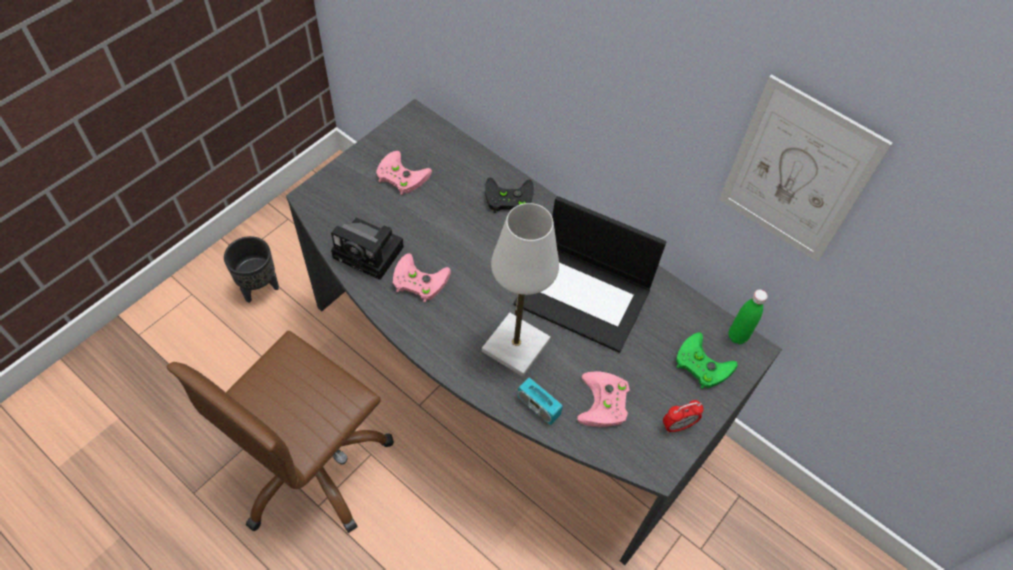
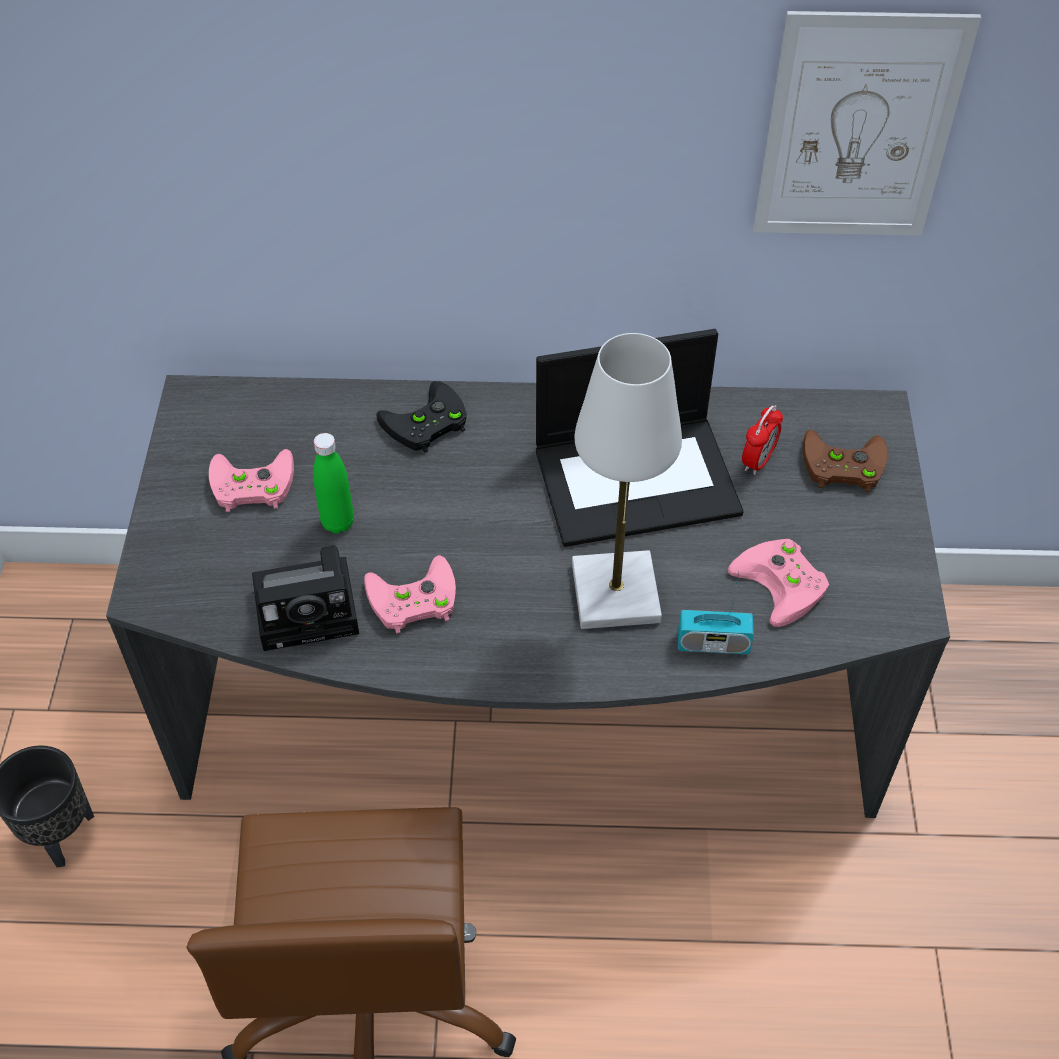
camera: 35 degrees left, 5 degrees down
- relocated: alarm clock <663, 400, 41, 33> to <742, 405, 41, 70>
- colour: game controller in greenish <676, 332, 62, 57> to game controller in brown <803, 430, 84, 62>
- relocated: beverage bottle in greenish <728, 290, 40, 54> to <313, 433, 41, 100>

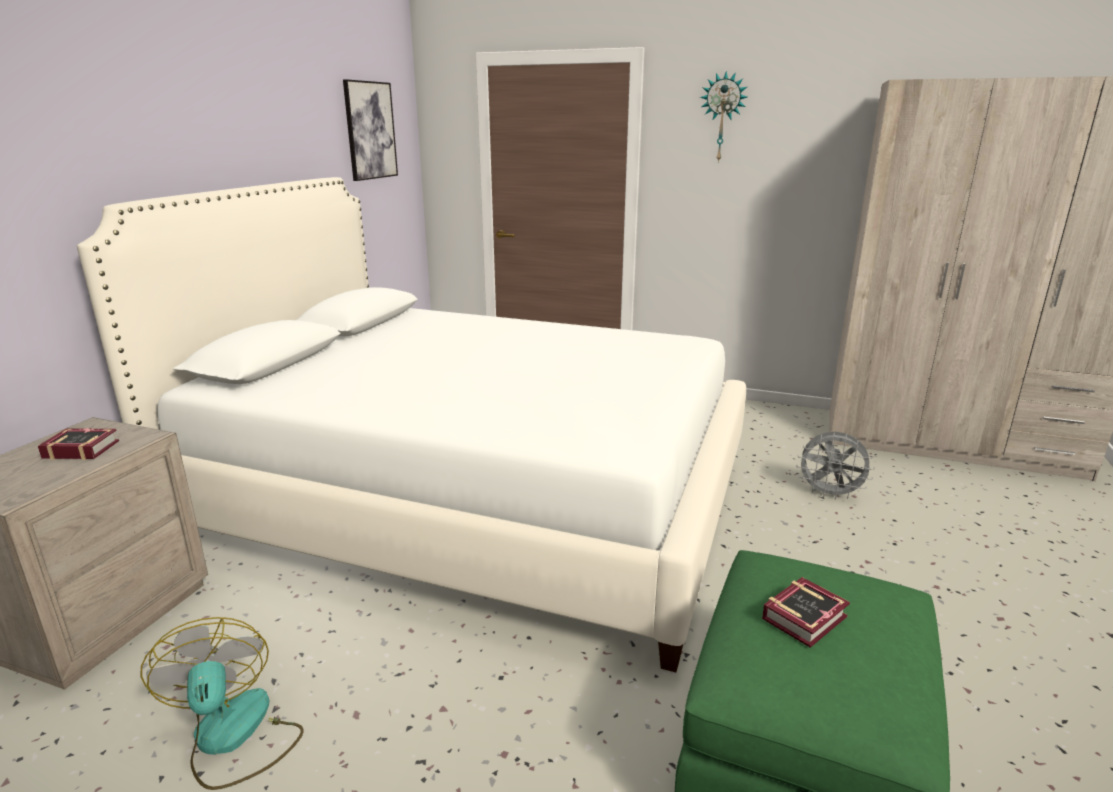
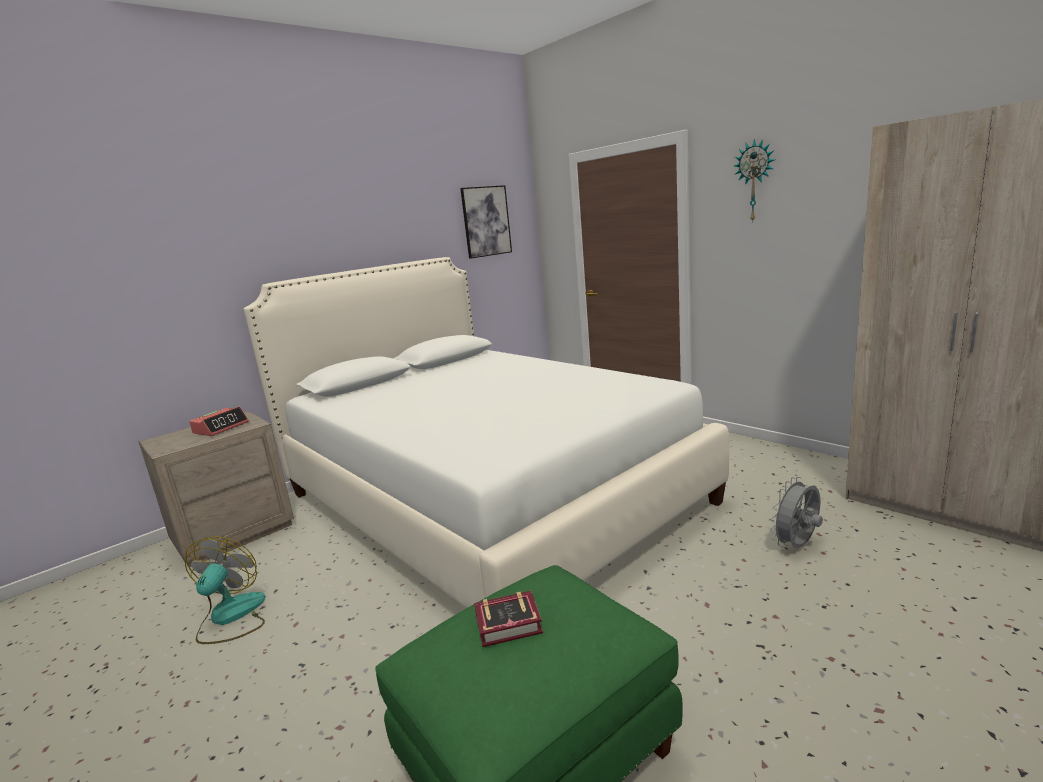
camera: 30 degrees right, 5 degrees down
- exchanged: volume <38, 428, 81, 32> to alarm clock <189, 407, 60, 29>
- spun: cooling fan in grey <796, 432, 79, 68> = <770, 477, 53, 71> 90 degrees clockwise

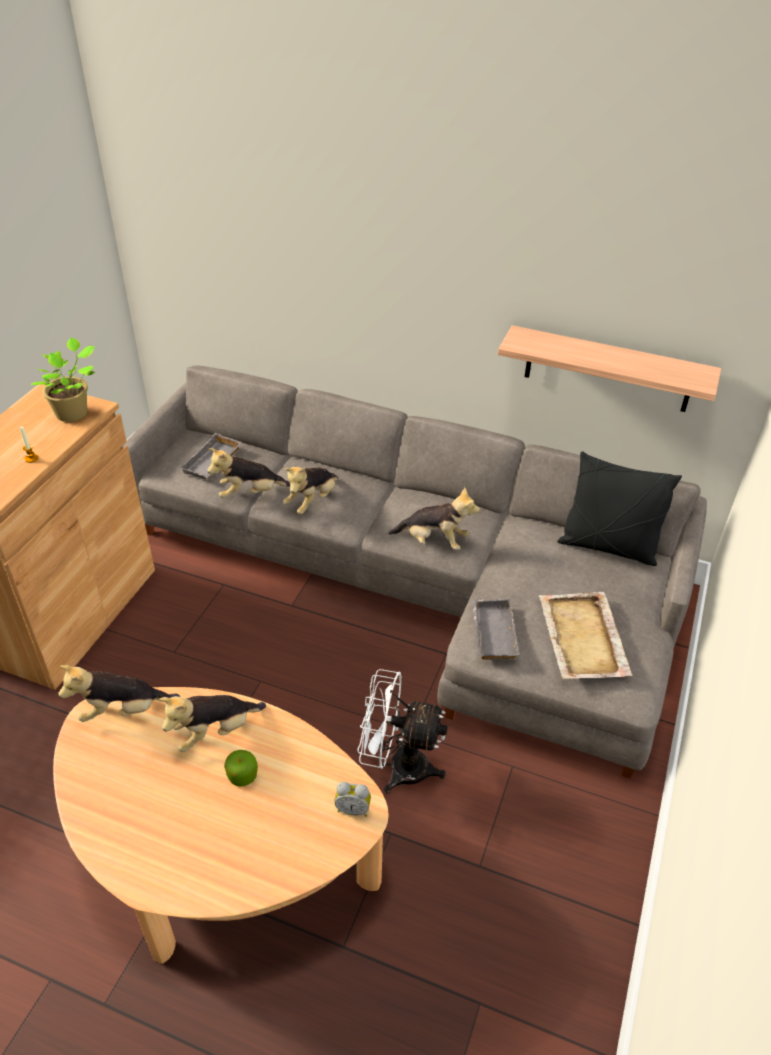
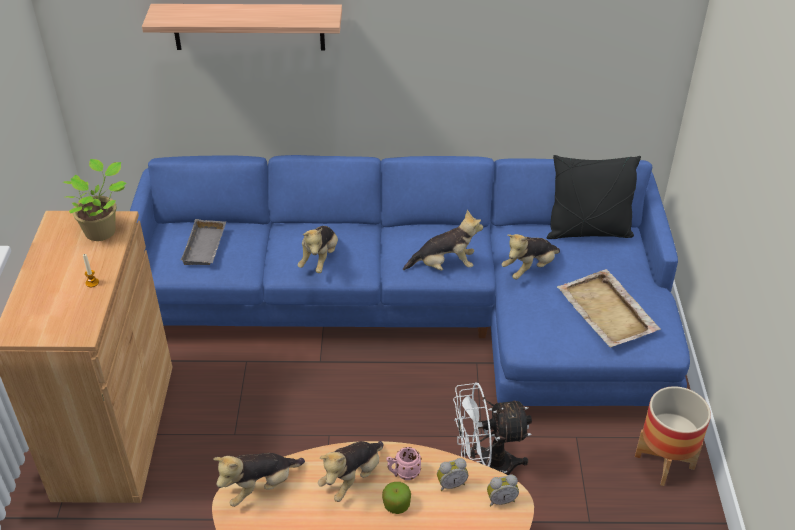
camera: 20 degrees left, 0 degrees up
- colour: couch in grey <122, 365, 585, 413> to couch in blue <130, 155, 560, 251>
- relocated: cuddly toy <207, 448, 83, 50> to <502, 234, 58, 45>
- missing: carrying tray in grey <472, 599, 48, 61>
- relocated: bracket shelf <498, 325, 223, 87> to <142, 4, 200, 47>
- appeared: mug in pink <386, 447, 36, 33>
- appeared: alarm clock <437, 458, 31, 33>
- appeared: plant pot <635, 386, 76, 100>

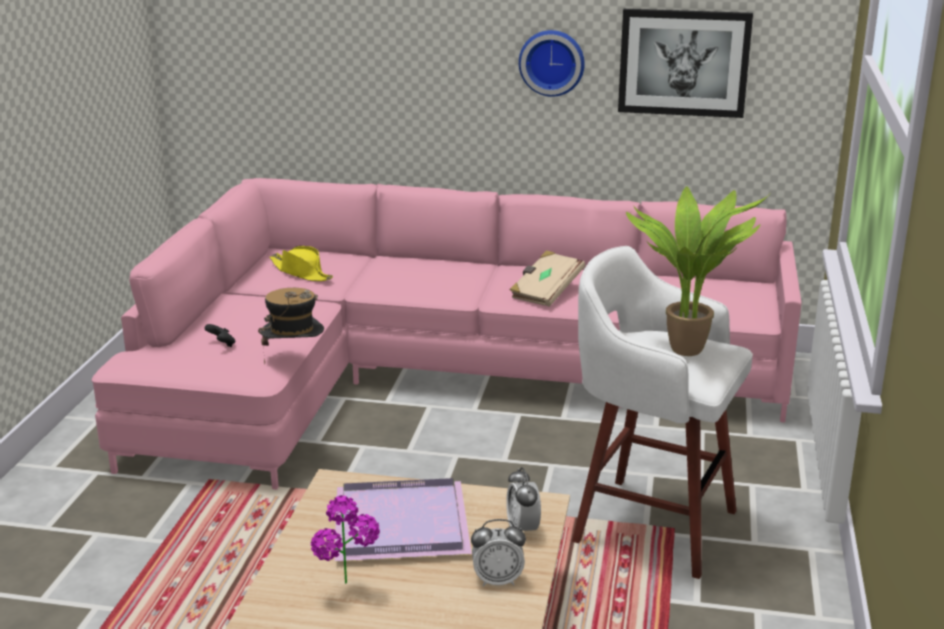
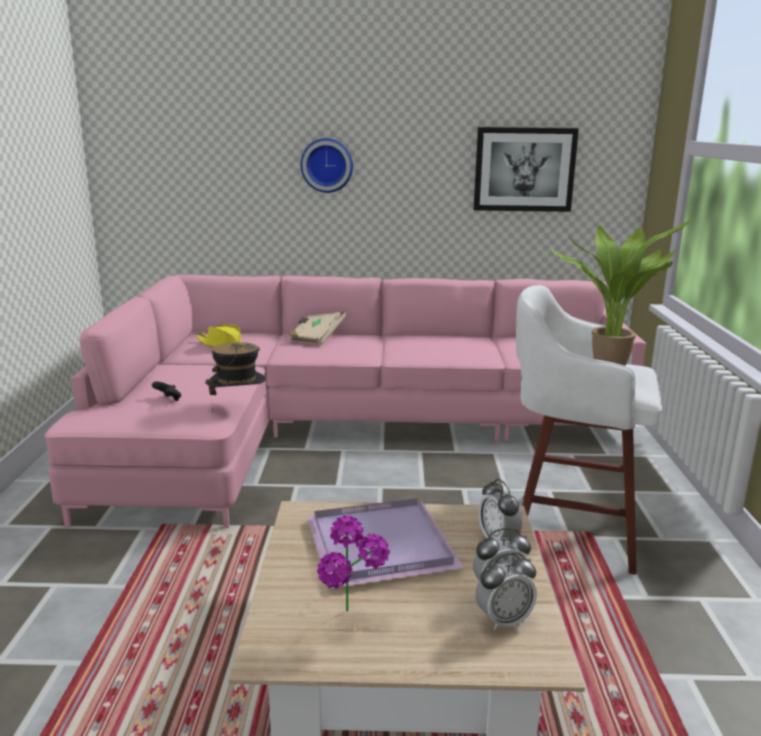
camera: 10 degrees left, 5 degrees down
- relocated: volume in sand-coloured <510, 250, 75, 57> to <289, 312, 58, 33>
- relocated: wall clock <519, 30, 66, 67> to <300, 138, 53, 55>
- appeared: alarm clock <475, 552, 62, 79>

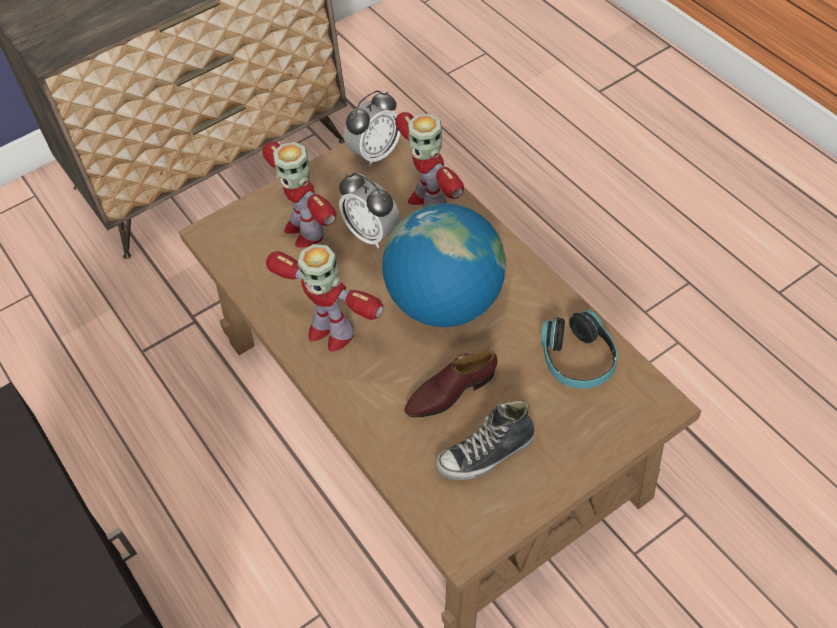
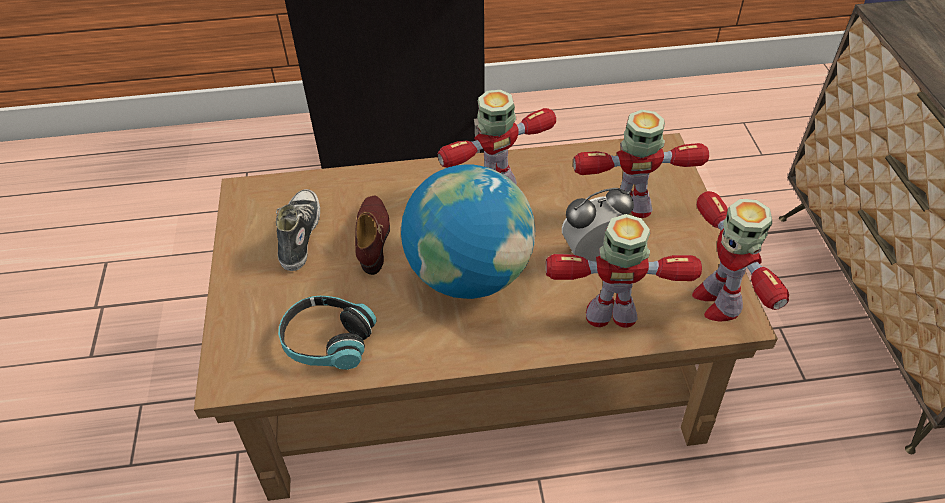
camera: 115 degrees right, 5 degrees down
- exchanged: alarm clock <344, 90, 57, 77> to toy robot <692, 191, 97, 131>

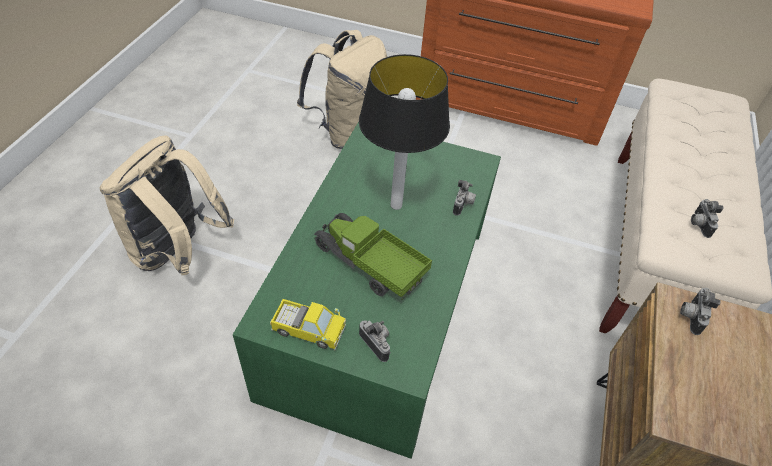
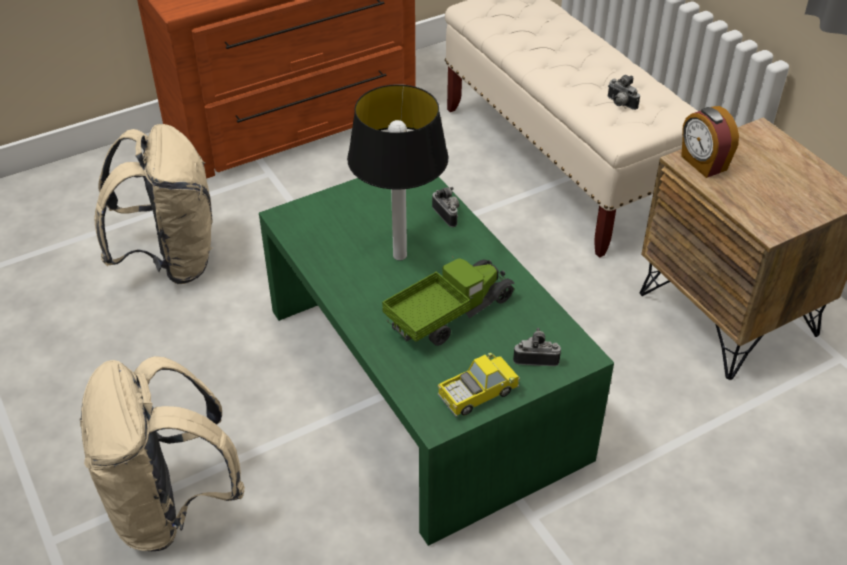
camera: 45 degrees left, 5 degrees down
- spun: toy truck <314, 213, 118, 85> = <382, 256, 133, 90> 150 degrees clockwise
- exchanged: photo camera <680, 288, 41, 47> to alarm clock <681, 106, 58, 72>

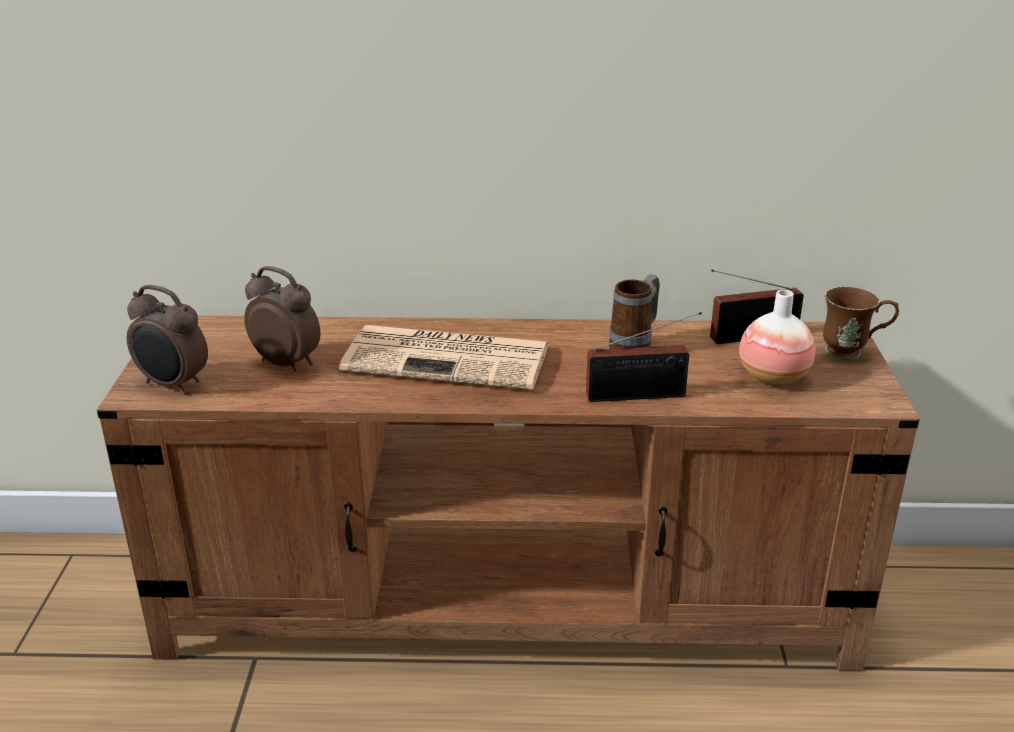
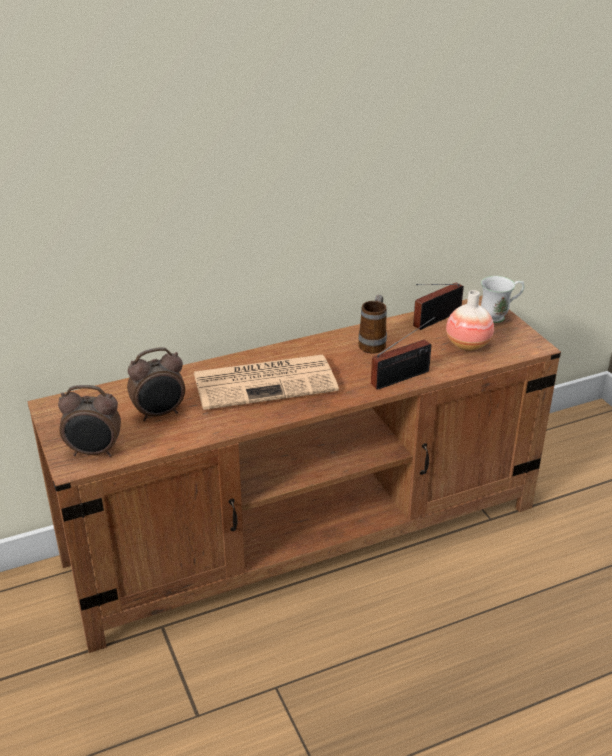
camera: 25 degrees left, 5 degrees up
- spun: alarm clock <244, 266, 76, 106> = <127, 347, 58, 74> 150 degrees clockwise
- colour: mug in brown <823, 286, 76, 74> to mug in whitish <481, 276, 43, 47>

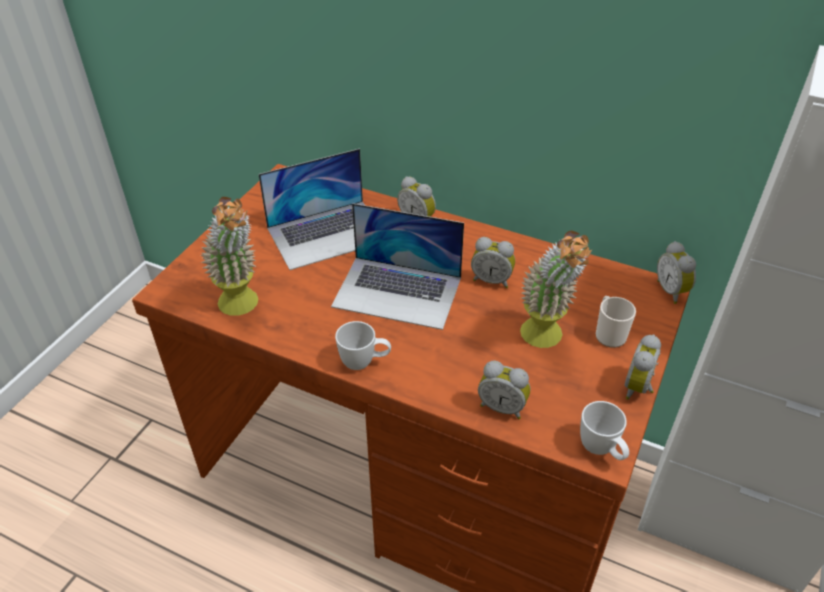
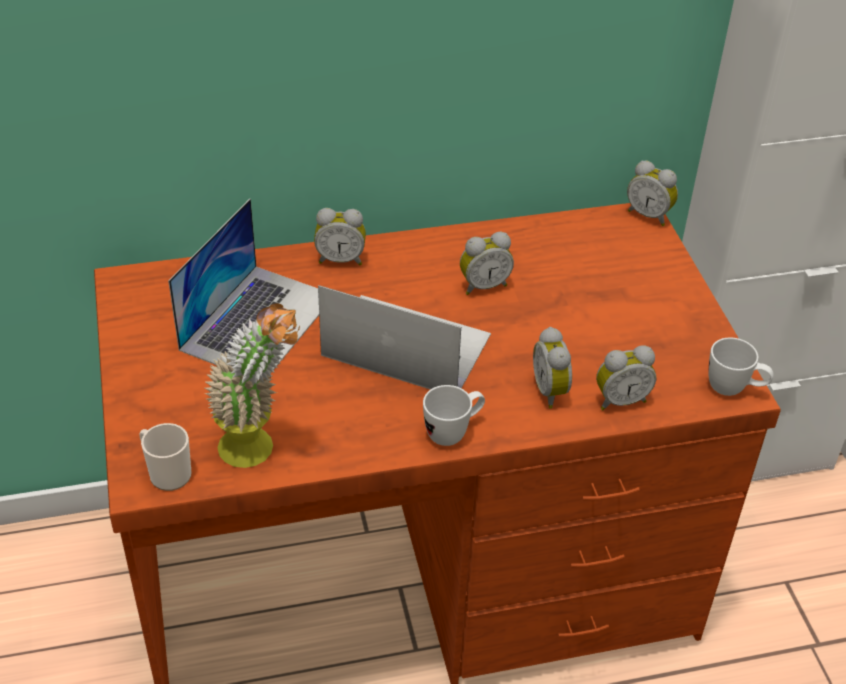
camera: 40 degrees left, 0 degrees up
- spun: notebook computer <331, 203, 133, 127> = <318, 285, 173, 105> 135 degrees counterclockwise
- missing: houseplant <520, 231, 72, 117>
- relocated: mug <596, 296, 40, 52> to <139, 423, 52, 68>
- relocated: alarm clock <625, 334, 36, 66> to <533, 327, 39, 82>

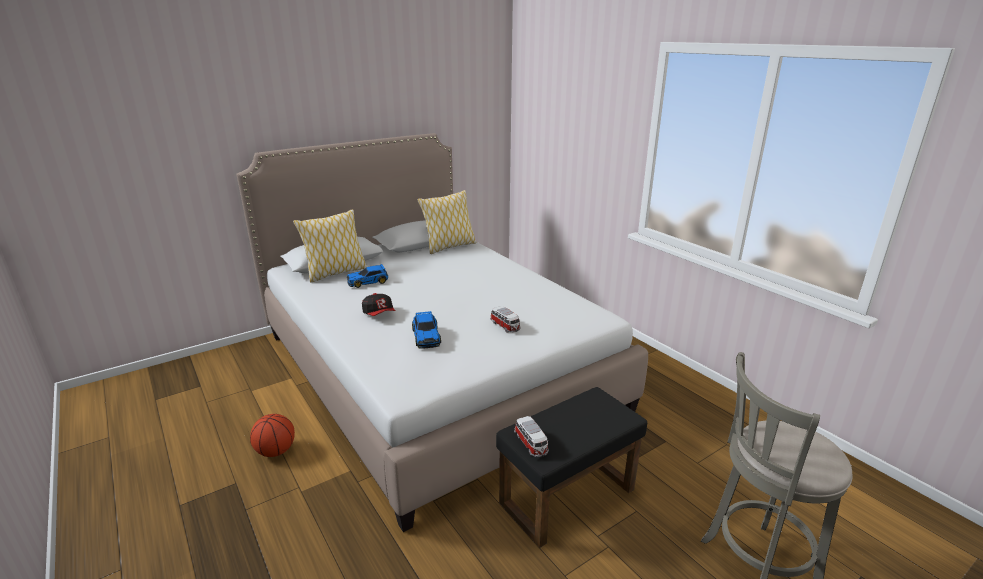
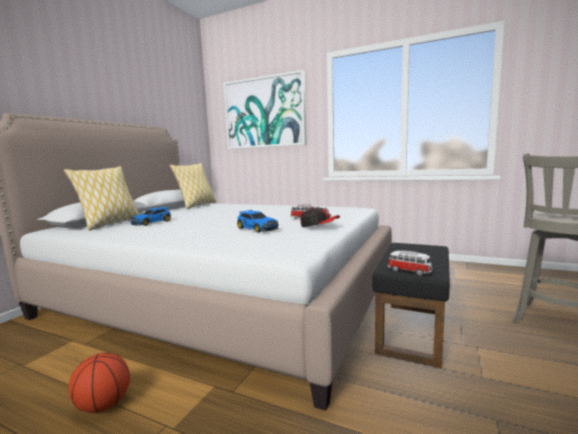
camera: 30 degrees left, 15 degrees down
- relocated: cap <362, 293, 33, 23> to <300, 207, 40, 20>
- appeared: picture <223, 70, 84, 79>

